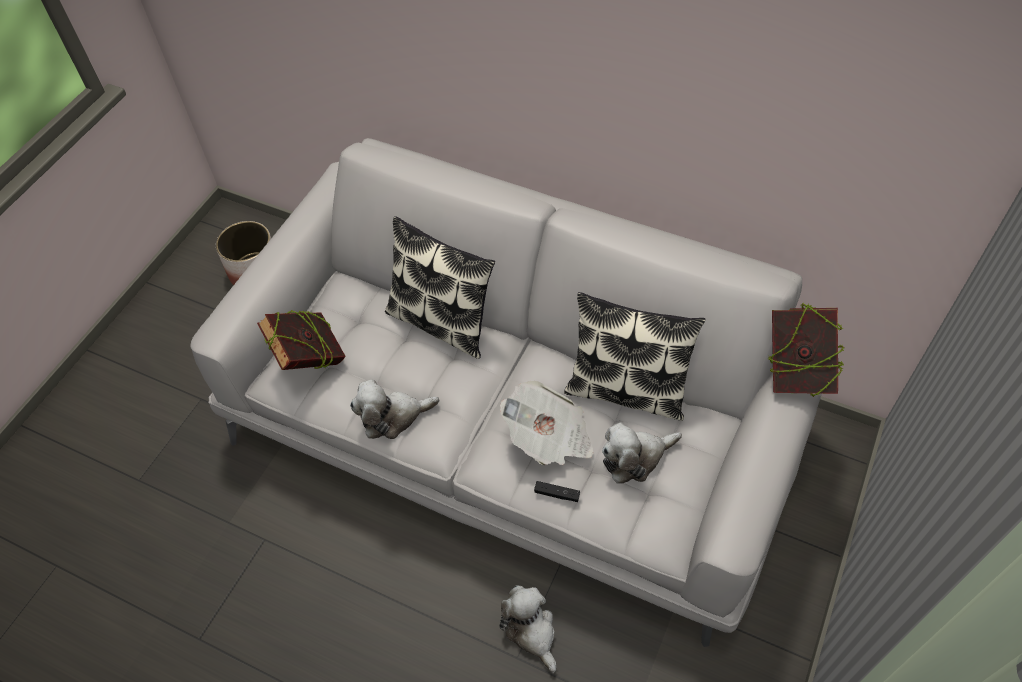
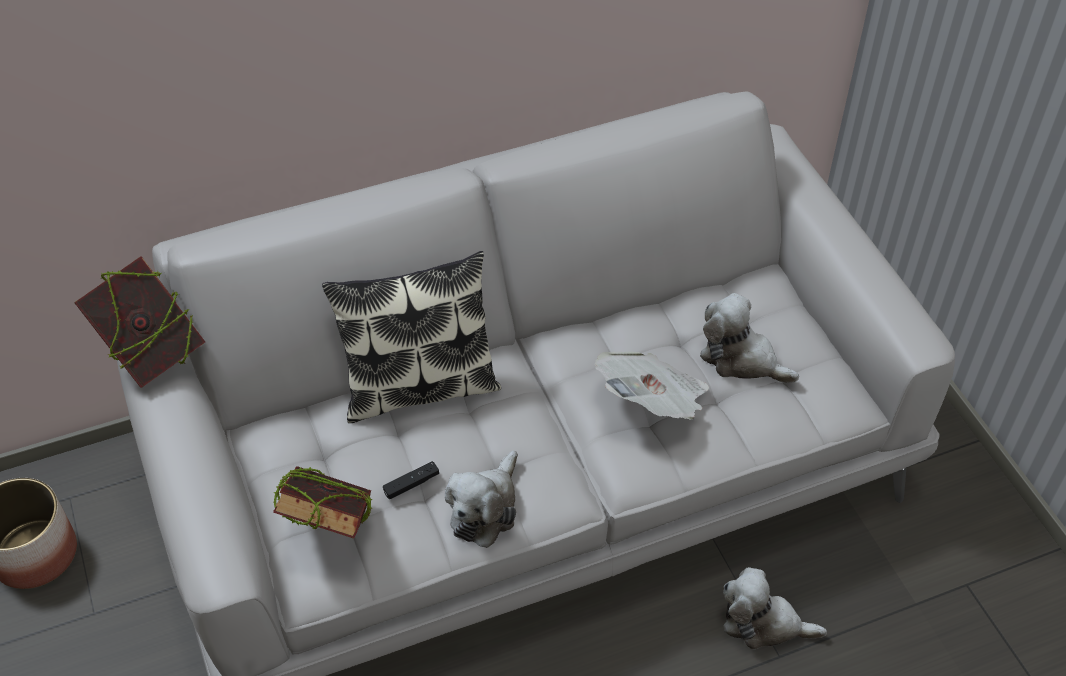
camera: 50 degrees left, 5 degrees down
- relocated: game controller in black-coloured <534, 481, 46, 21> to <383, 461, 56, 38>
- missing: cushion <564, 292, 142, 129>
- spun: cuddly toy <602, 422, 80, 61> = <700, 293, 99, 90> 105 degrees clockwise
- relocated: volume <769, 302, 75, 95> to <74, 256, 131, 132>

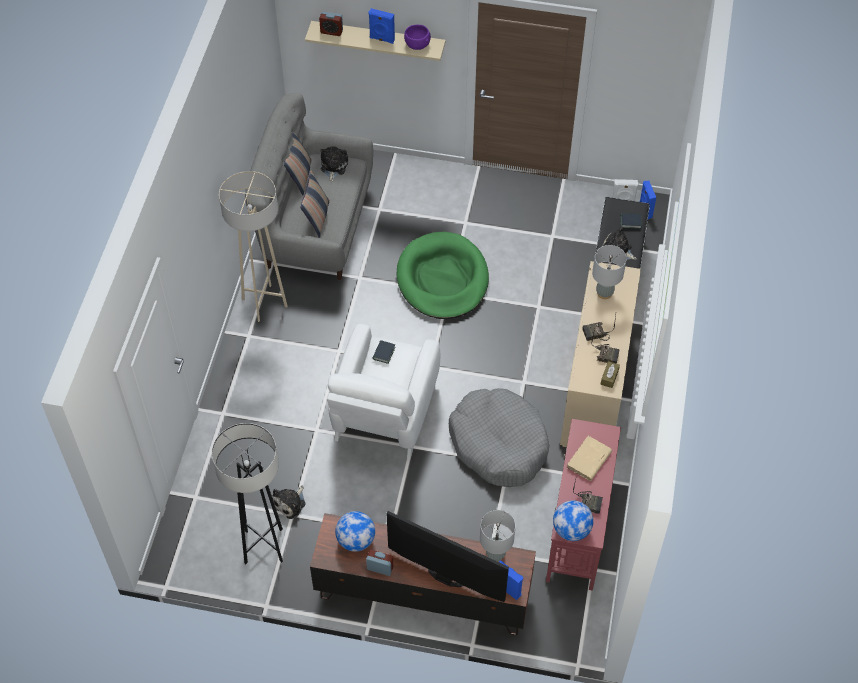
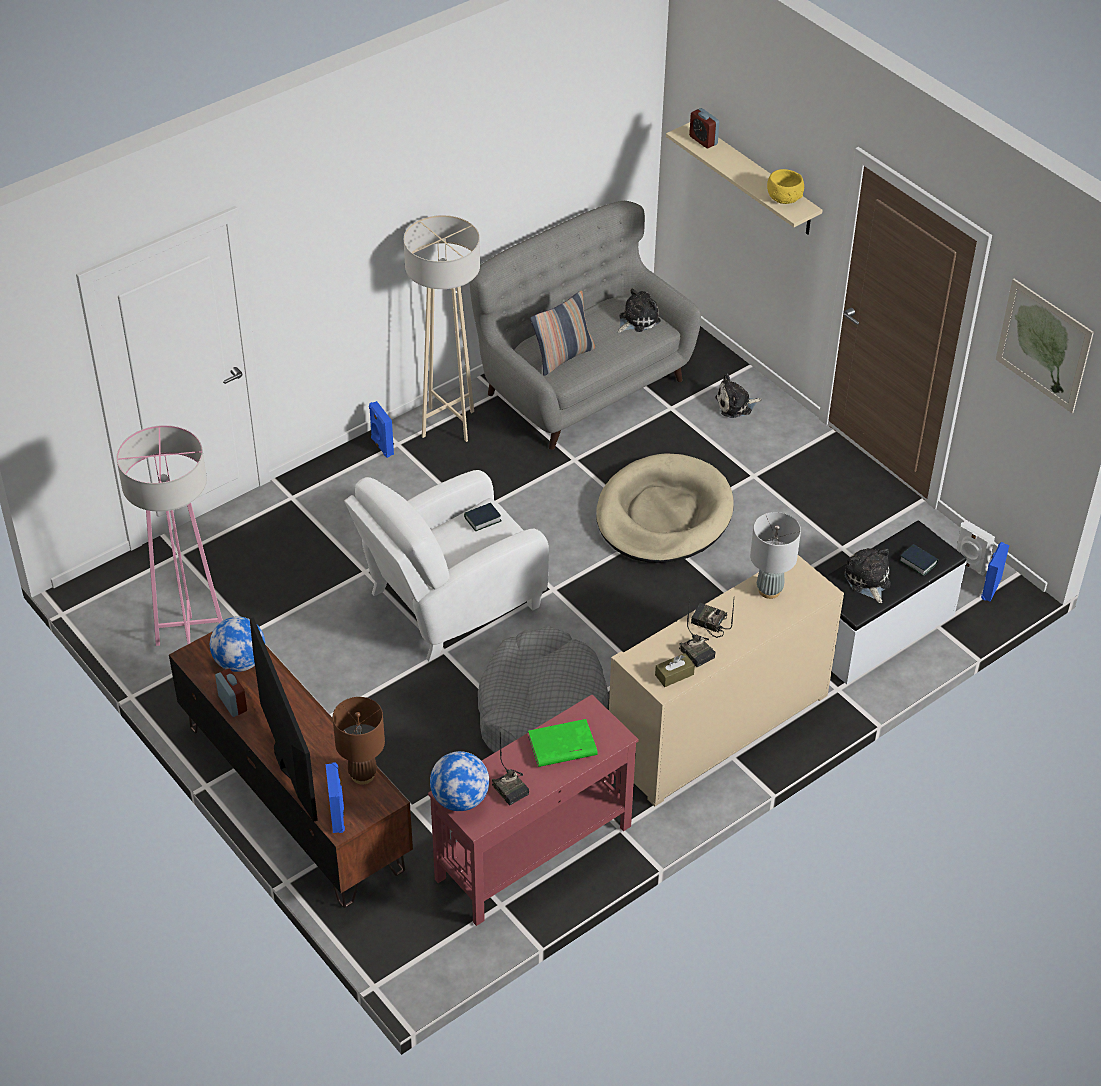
camera: 40 degrees right, 10 degrees down
- colour: standard lamp in grey <212, 423, 71, 142> to standard lamp in pink <117, 425, 106, 221>
- relocated: cuddly toy <273, 486, 32, 33> to <715, 374, 47, 44>
- missing: cushion <284, 133, 28, 63>
- relocated: speaker in blue <368, 8, 27, 36> to <369, 401, 25, 57>
- colour: dog bed in greenish <397, 232, 92, 87> to dog bed in sand-coloured <596, 453, 138, 110>
- colour: serving bowl in purple <404, 25, 27, 25> to serving bowl in yellow-coloured <767, 169, 37, 35>
- colour: table lamp in grey <480, 510, 36, 52> to table lamp in brown <333, 697, 52, 87>
- colour: volume in sand-coloured <567, 436, 45, 45> to volume in greenish <528, 719, 70, 48>
- appeared: picture <996, 279, 98, 134>

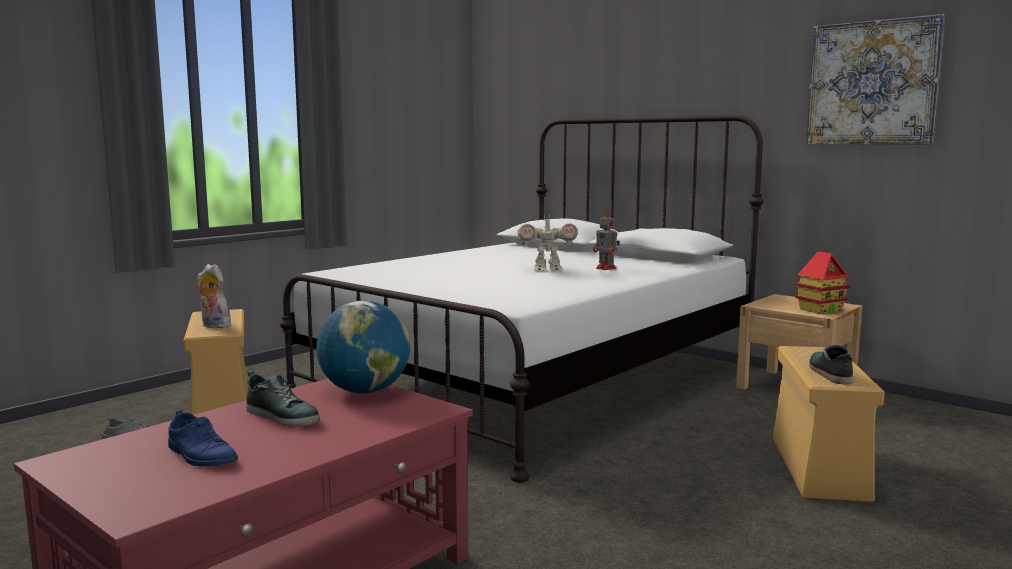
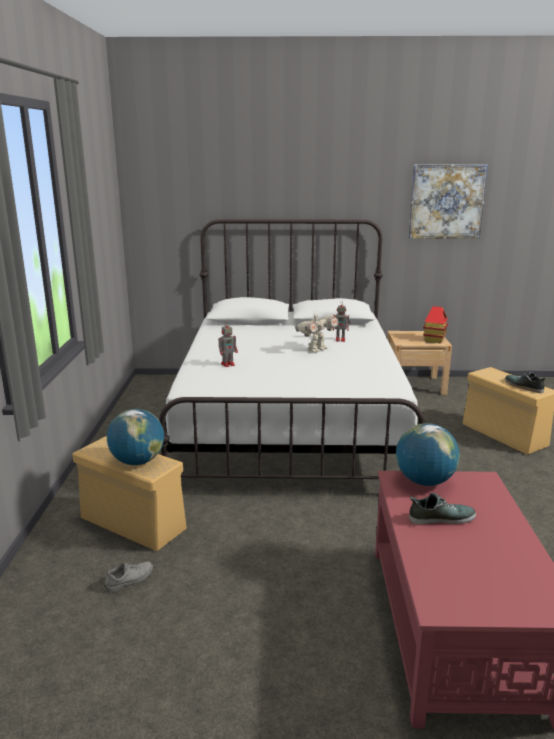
camera: 40 degrees left, 10 degrees up
- missing: shoe in blue <168, 410, 70, 57>
- exchanged: cuddly toy <197, 264, 34, 64> to globe <107, 409, 57, 56>
- appeared: toy robot <218, 322, 20, 45>

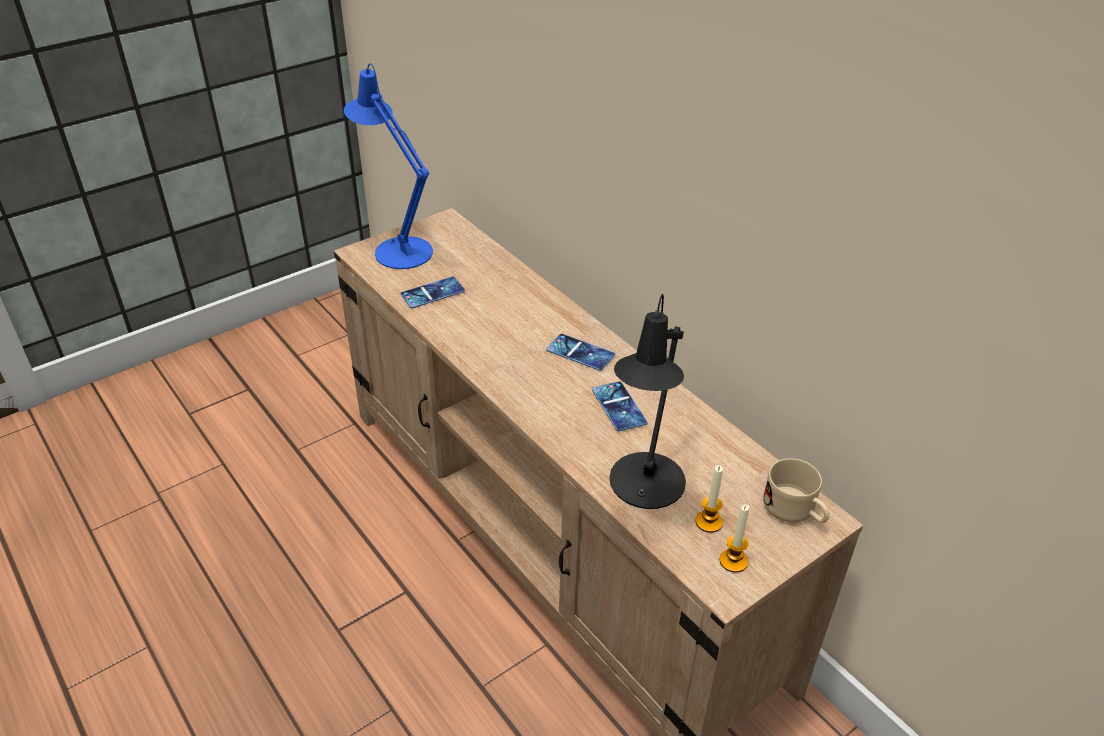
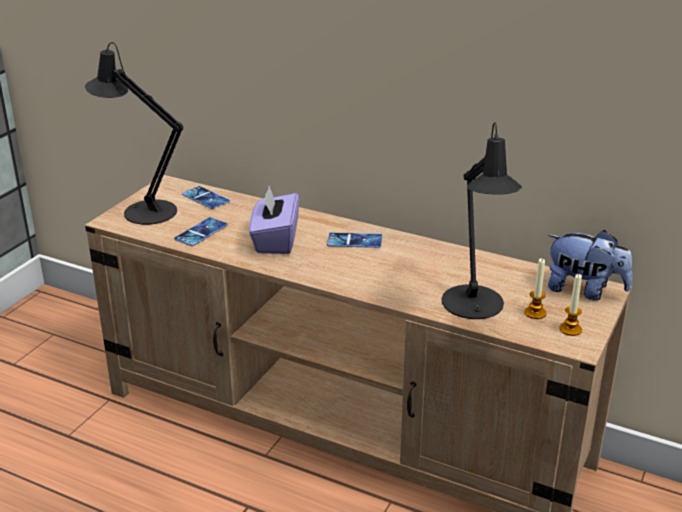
camera: 25 degrees left, 10 degrees down
- colour: table lamp in blue <344, 63, 89, 206> to table lamp in black-coloured <84, 42, 99, 183>
- relocated: telephone <592, 381, 56, 50> to <182, 186, 48, 23>
- exchanged: mug in sand-coloured <763, 458, 66, 65> to cuddly toy <548, 230, 84, 70>
- appeared: tissue holder in purple <249, 186, 50, 68>

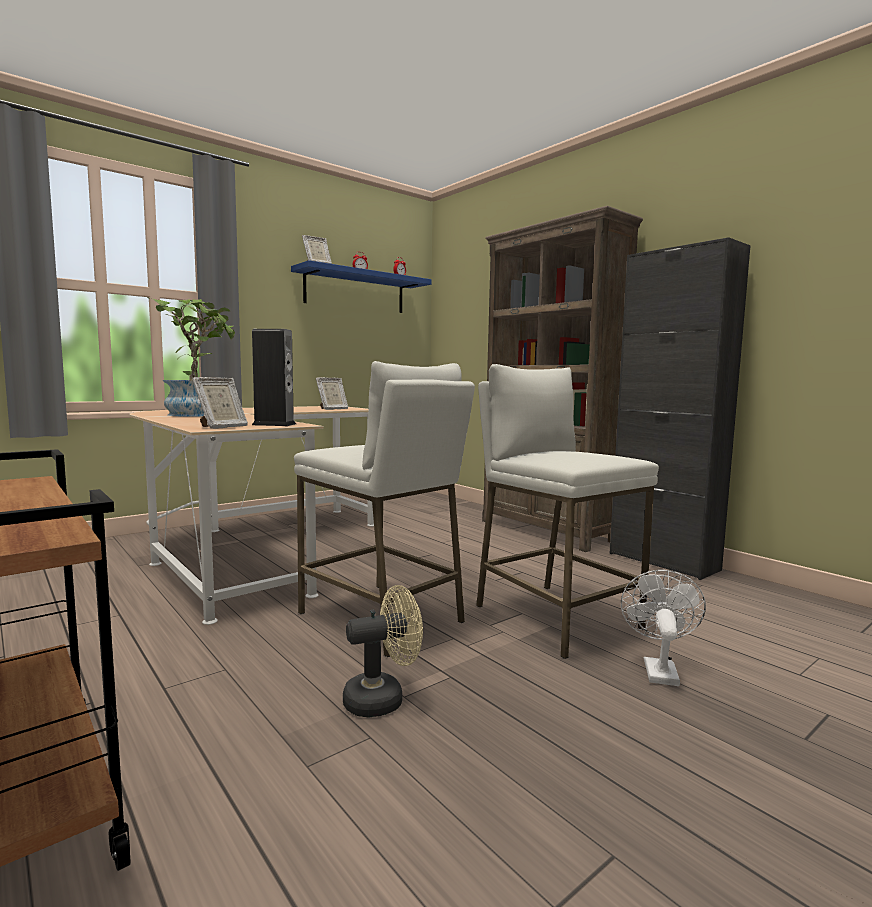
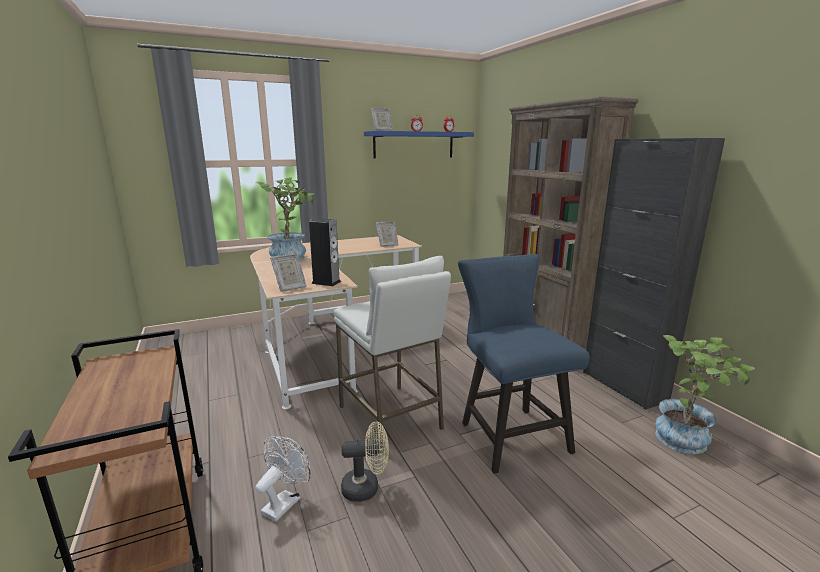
camera: 15 degrees right, 10 degrees up
- exchanged: stool seat in whitish <476, 364, 183, 295> to upright chair in blue <458, 254, 132, 220>
- relocated: cooling fan in whitish <621, 570, 85, 116> to <256, 436, 55, 86>
- appeared: houseplant <655, 335, 100, 119>

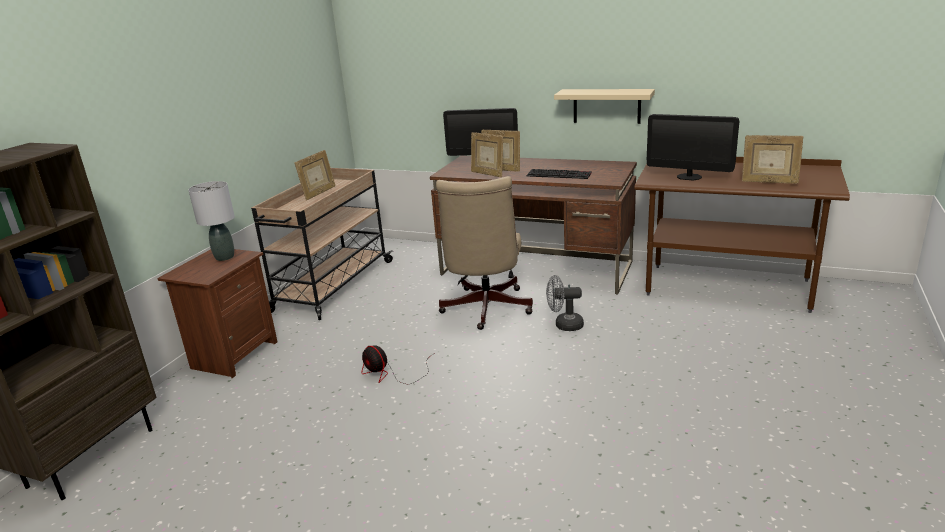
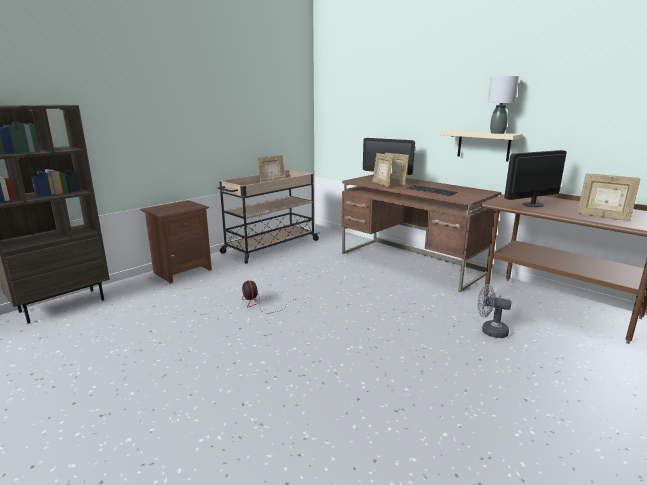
camera: 20 degrees right, 5 degrees down
- relocated: table lamp in grey <188, 181, 47, 80> to <488, 76, 31, 58>
- missing: desk chair in sand-coloured <436, 176, 97, 154>
- relocated: cooling fan in grey <546, 275, 38, 56> to <477, 284, 35, 54>
- spun: monitor <647, 114, 92, 66> = <505, 150, 61, 57> 105 degrees clockwise

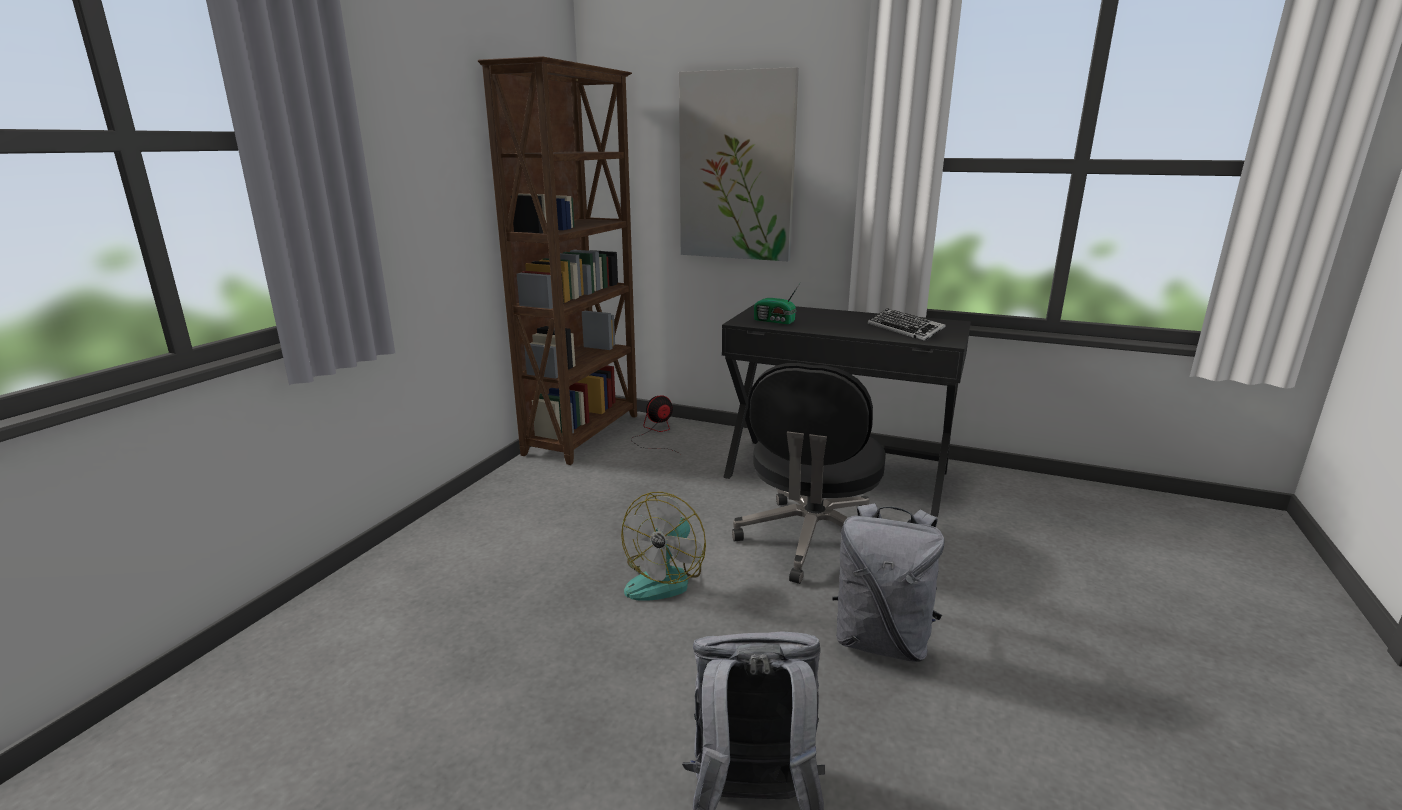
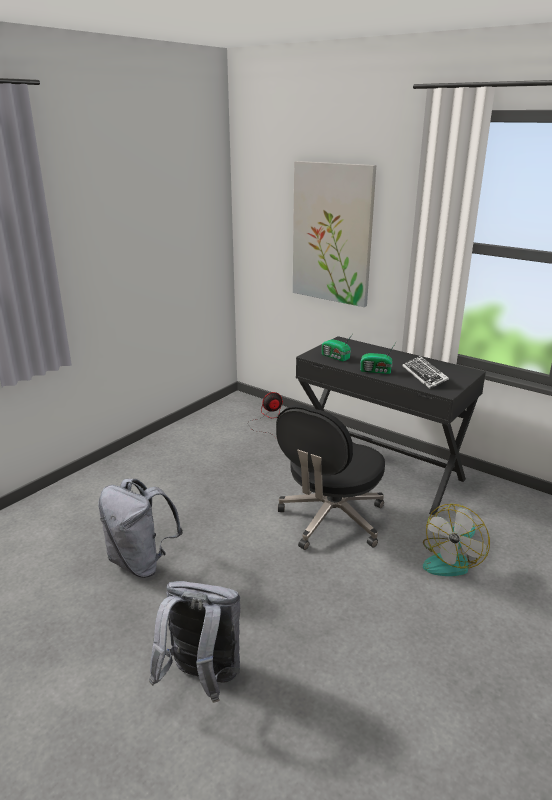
camera: 15 degrees right, 5 degrees up
- missing: bookcase in brown <478, 56, 159, 409>
- relocated: cooling fan <621, 492, 85, 109> to <423, 504, 67, 72>
- relocated: backpack in grey <832, 503, 113, 159> to <98, 479, 85, 99>
- appeared: radio <360, 344, 35, 30>

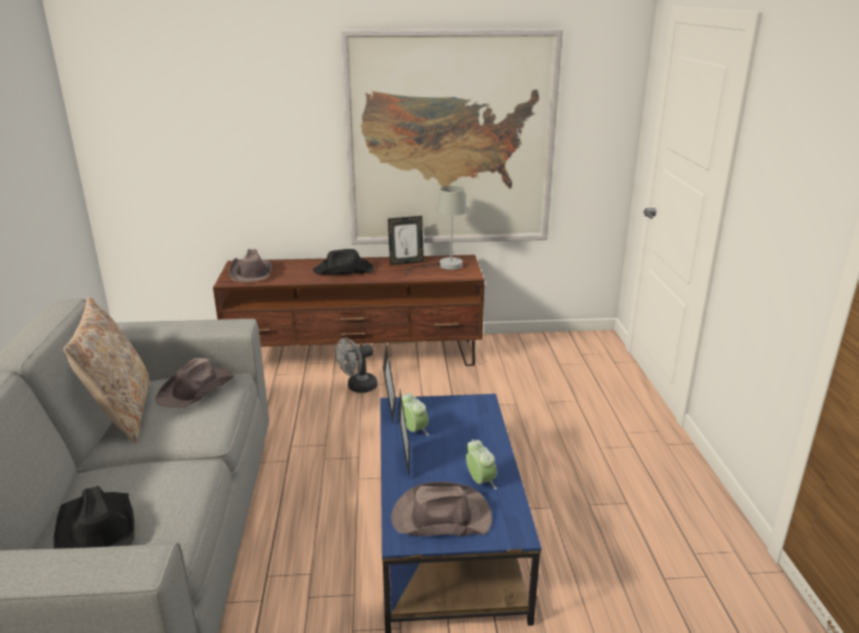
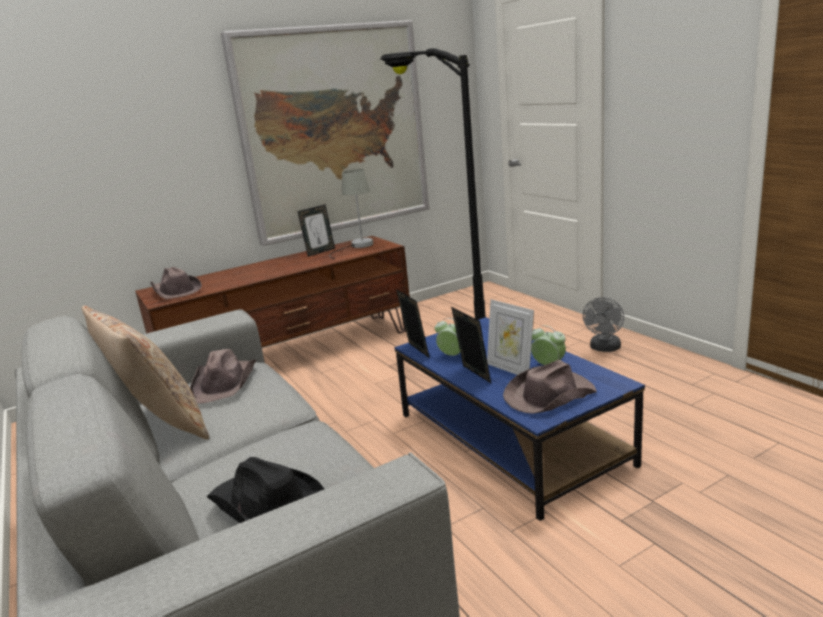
camera: 25 degrees left, 5 degrees down
- missing: wearable hat in black-coloured <313, 249, 61, 26>
- relocated: cooling fan in grey <336, 338, 42, 55> to <583, 297, 41, 55>
- appeared: standard lamp in black-coloured <380, 48, 105, 272>
- appeared: standing frame <487, 299, 47, 76>

